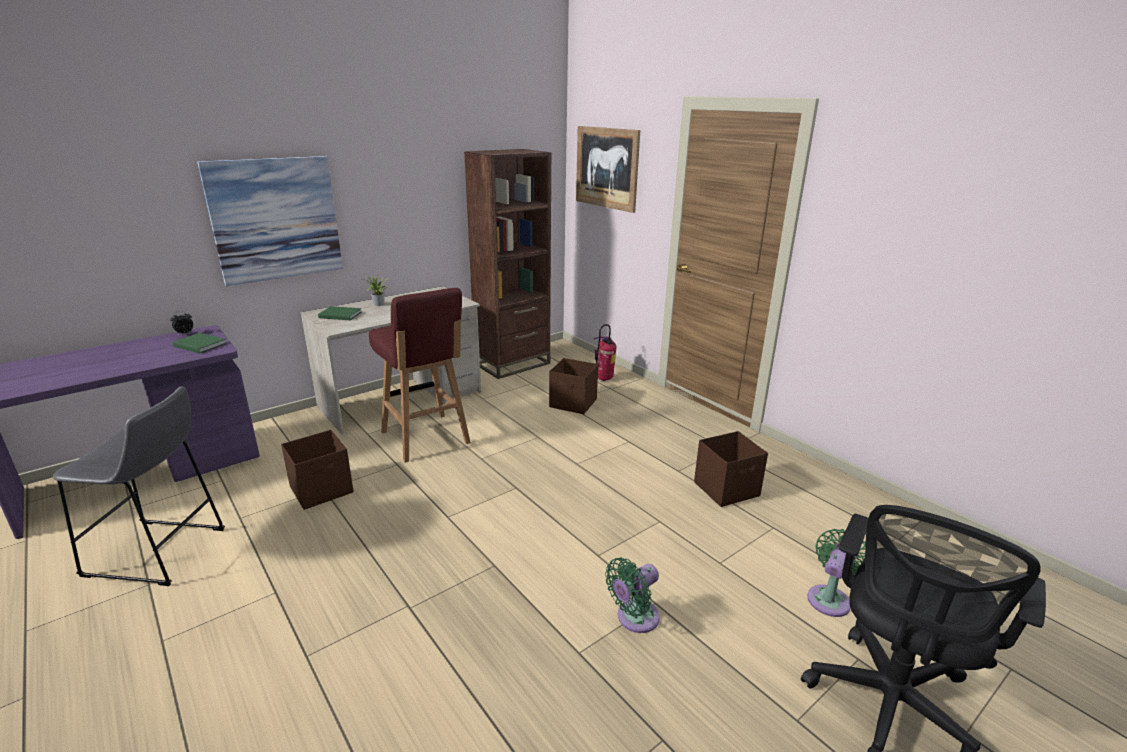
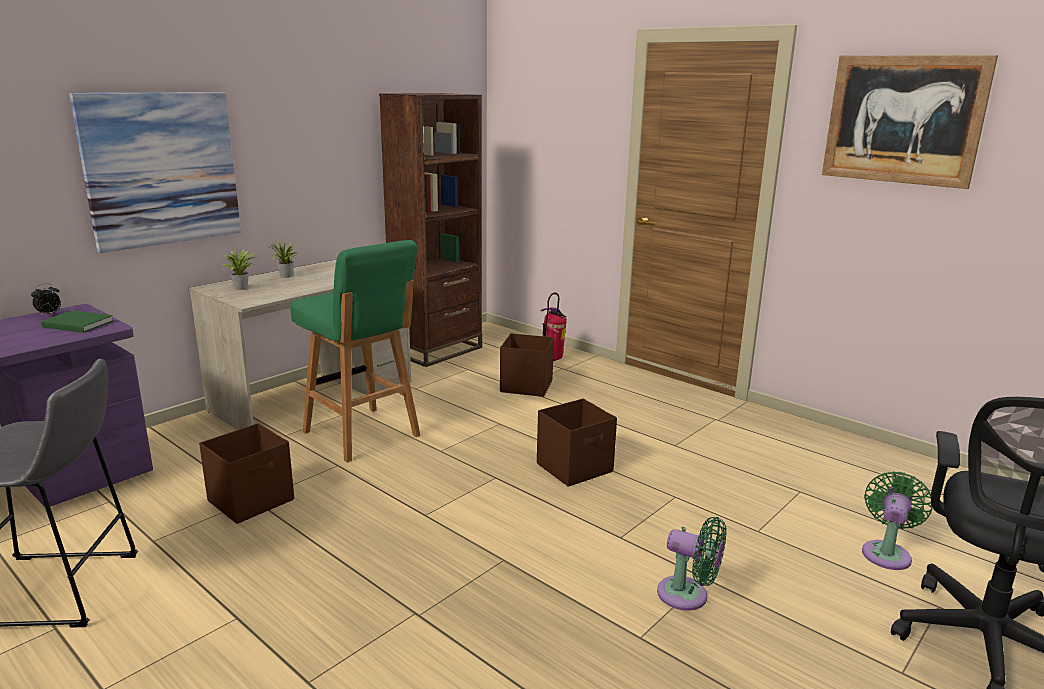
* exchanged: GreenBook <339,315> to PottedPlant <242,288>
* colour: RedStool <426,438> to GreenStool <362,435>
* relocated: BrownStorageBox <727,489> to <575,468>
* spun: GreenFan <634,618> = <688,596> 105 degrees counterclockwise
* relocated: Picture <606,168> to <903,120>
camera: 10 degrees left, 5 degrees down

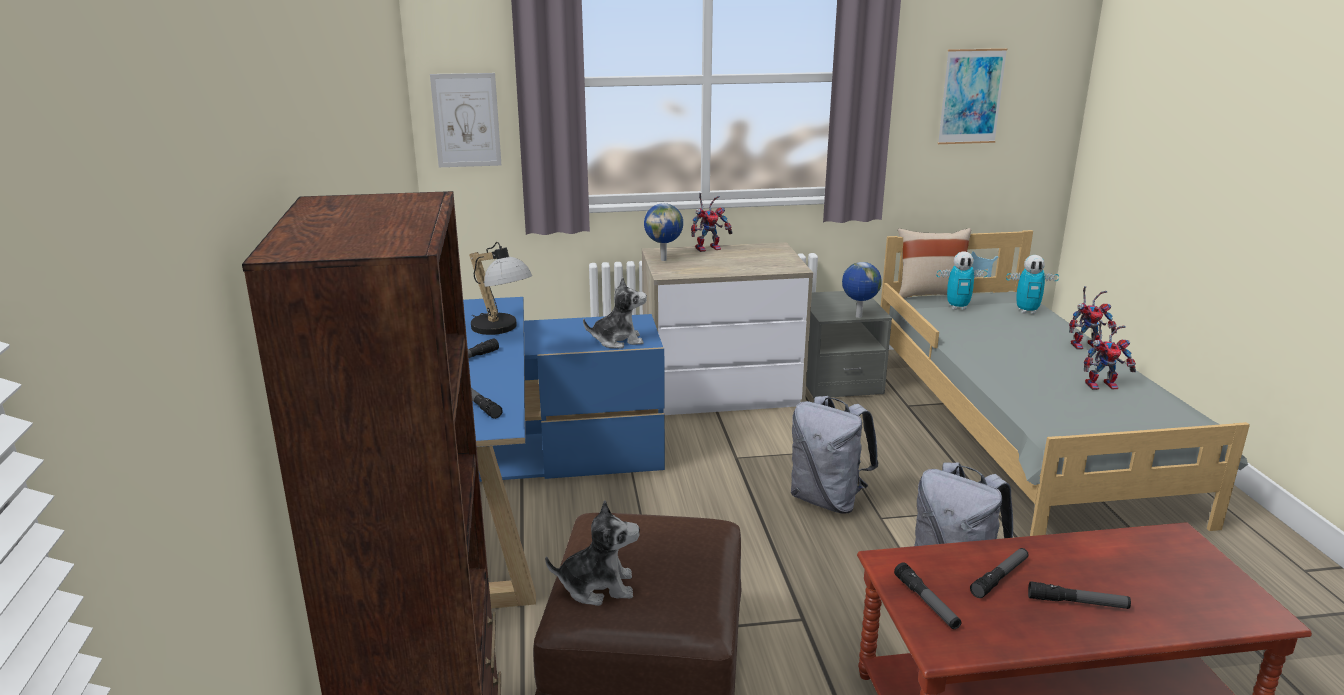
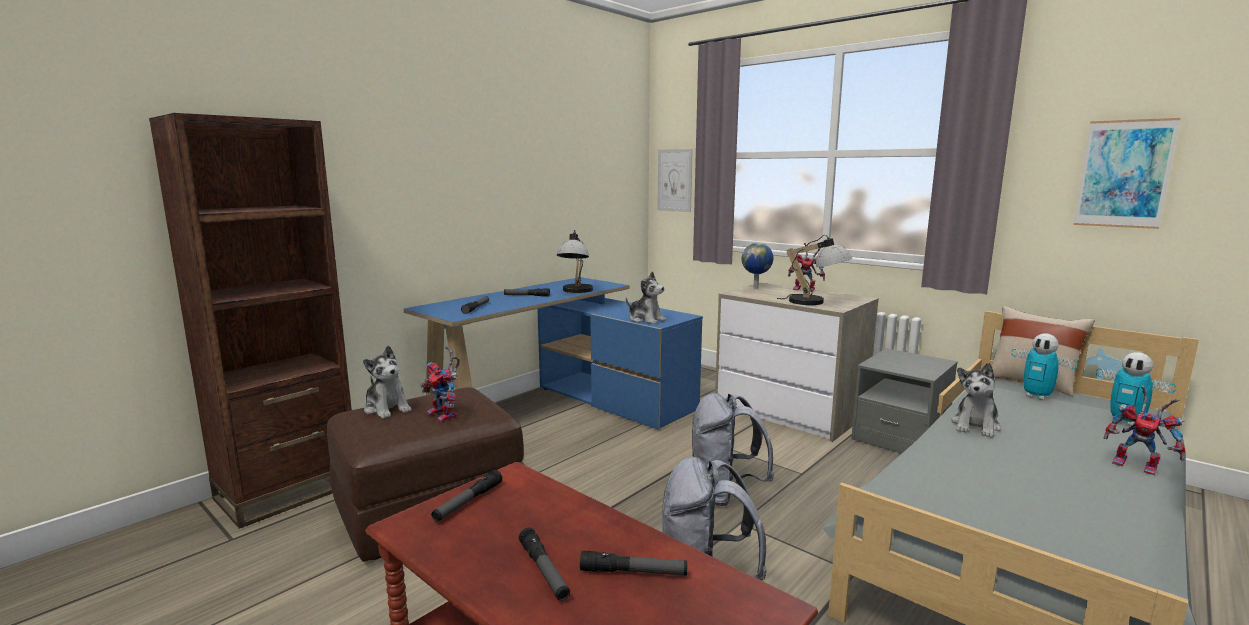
* relocated: ToyRobot <1102,384> to <446,415>
* relocated: Flashlight <1000,577> to <633,572>
* appeared: TableLamp <816,302>
* appeared: PlushToy <975,426>
* missing: Globe <858,316>
camera: 50 degrees right, 10 degrees down

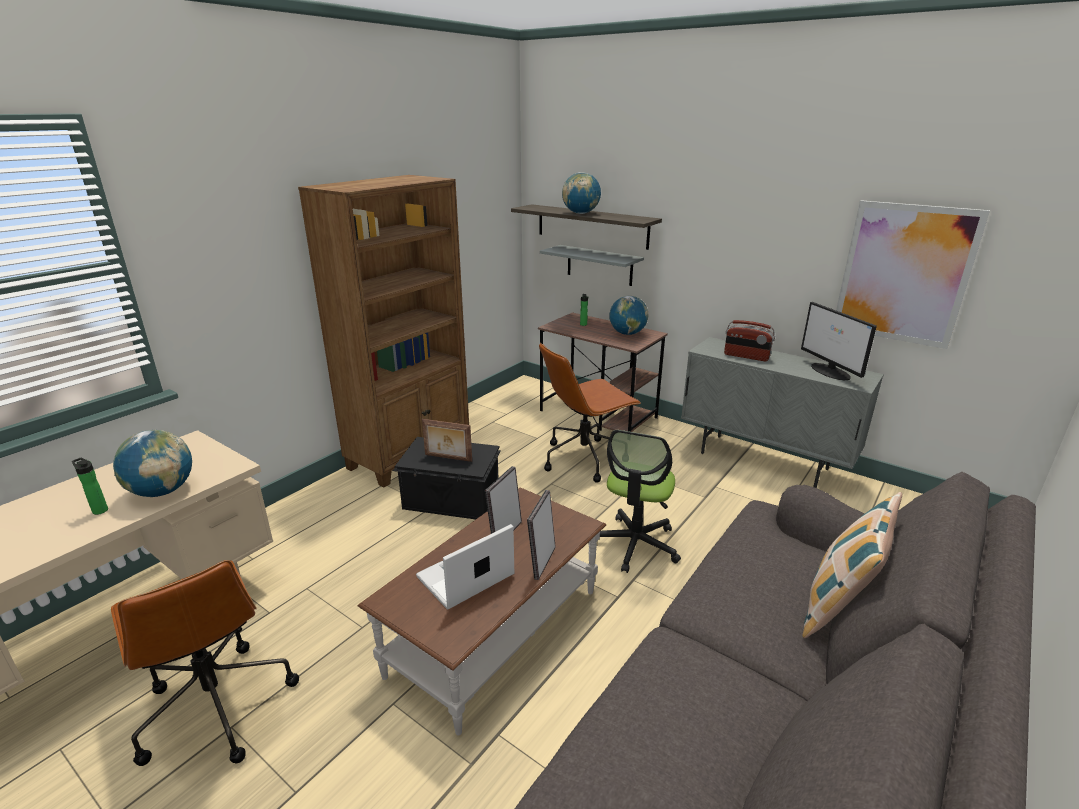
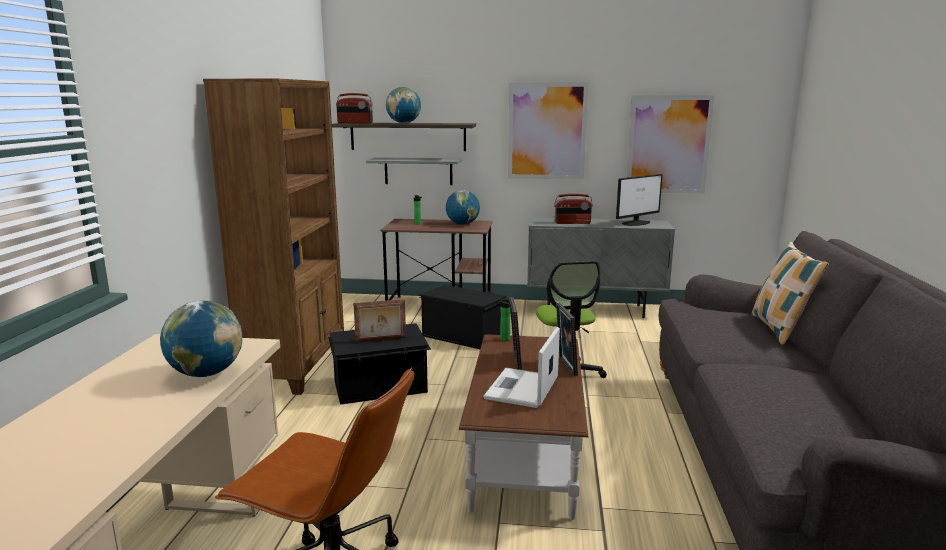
* appeared: Radio <355,123>
* exchanged: BrownOfficeChair <584,458> to BlackStorageBox <463,335>
* relocated: Bottle <99,510> to <503,339>
* appeared: Picture <547,131>
* spun: Monitor <830,372> = <636,223> 75 degrees counterclockwise
camera: 30 degrees left, 10 degrees down

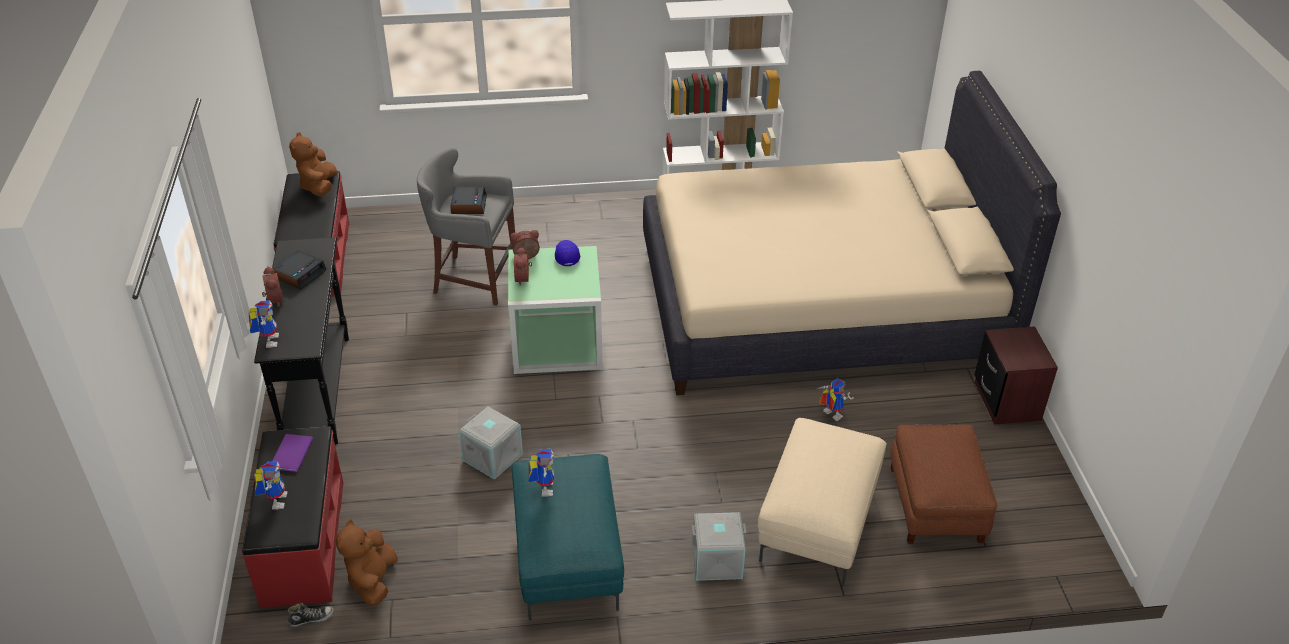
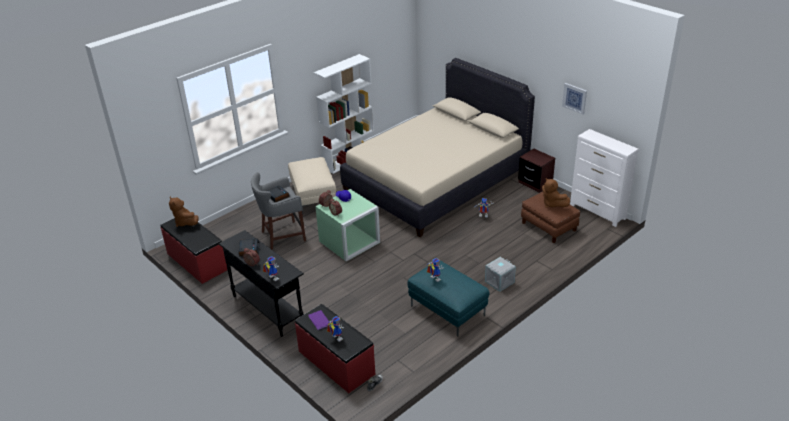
* relocated: BeigeOttoman <816,523> to <313,197>
* relocated: BrownPlushToy <372,580> to <552,204>
* appeared: Picture <574,98>
* appeared: WhiteDresser <597,212>
* missing: GreyStorageBox <493,457>
camera: 35 degrees left, 5 degrees down

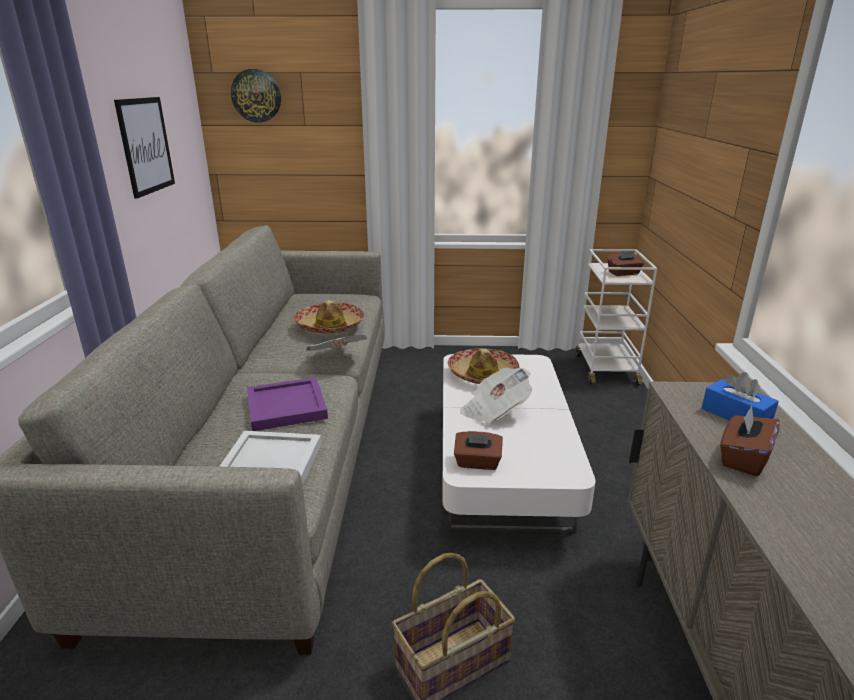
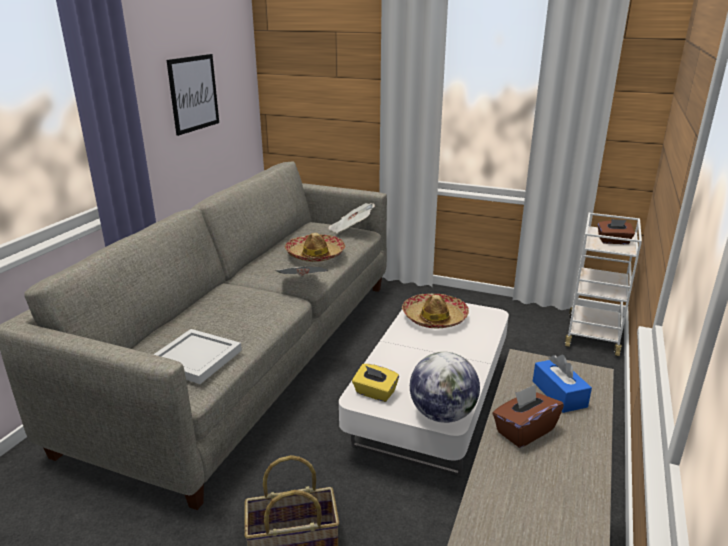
* relocated: Newspaper <494,411> to <350,229>
* colour: BrownTissueBox <477,463> to YellowTissueBox <375,393>
* appeared: Globe <442,414>
* missing: WallClock <256,96>
* missing: PurpleTray <285,407>
camera: 20 degrees right, 0 degrees up

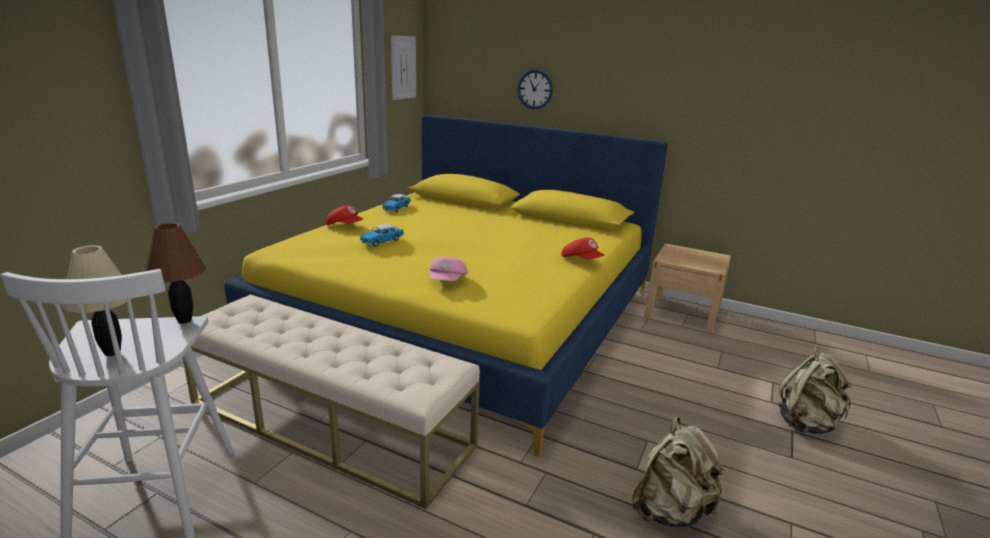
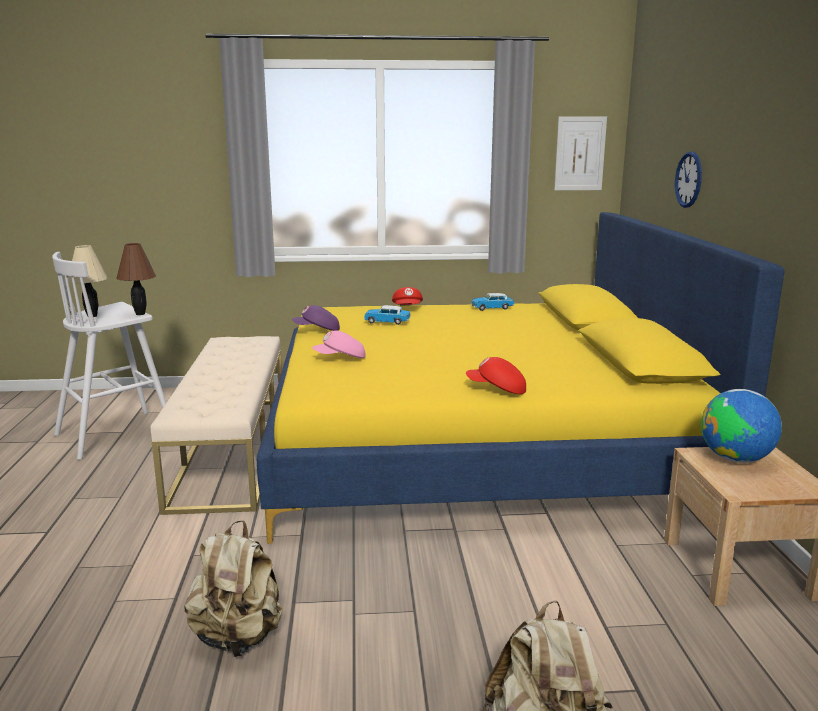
* appeared: PurpleCap <317,330>
* spun: RedCap <581,260> = <497,390> 90 degrees clockwise
* appeared: Globe <736,459>
camera: 60 degrees right, 5 degrees down

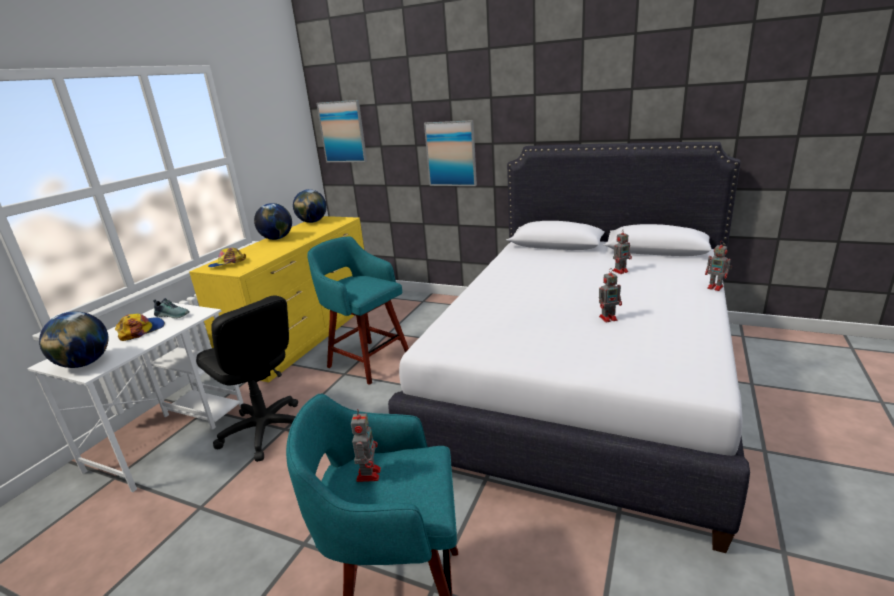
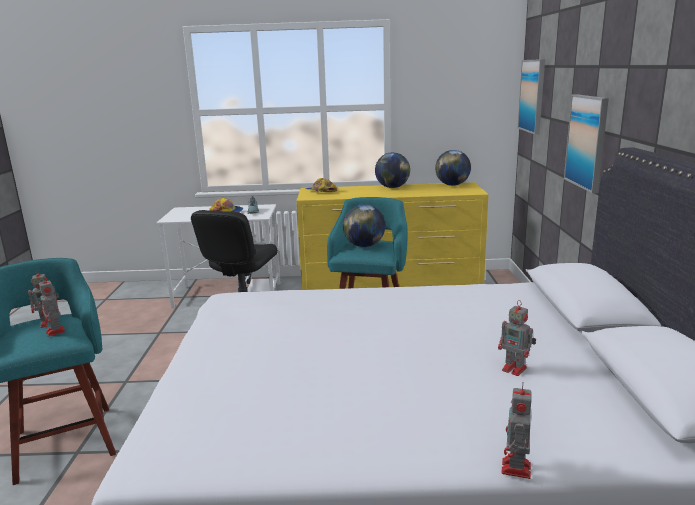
* relocated: ToyRobot <609,318> to <56,332>
* relocated: Globe <85,364> to <364,246>
camera: 65 degrees right, 5 degrees down

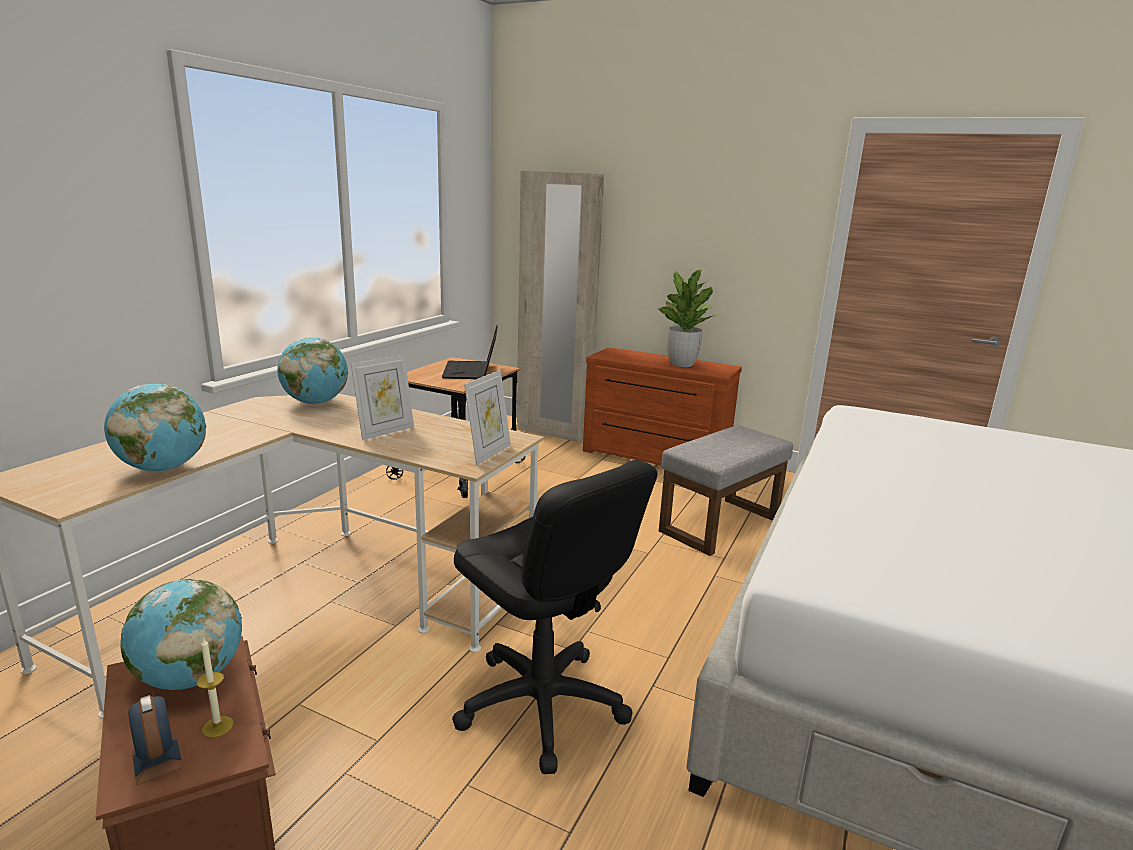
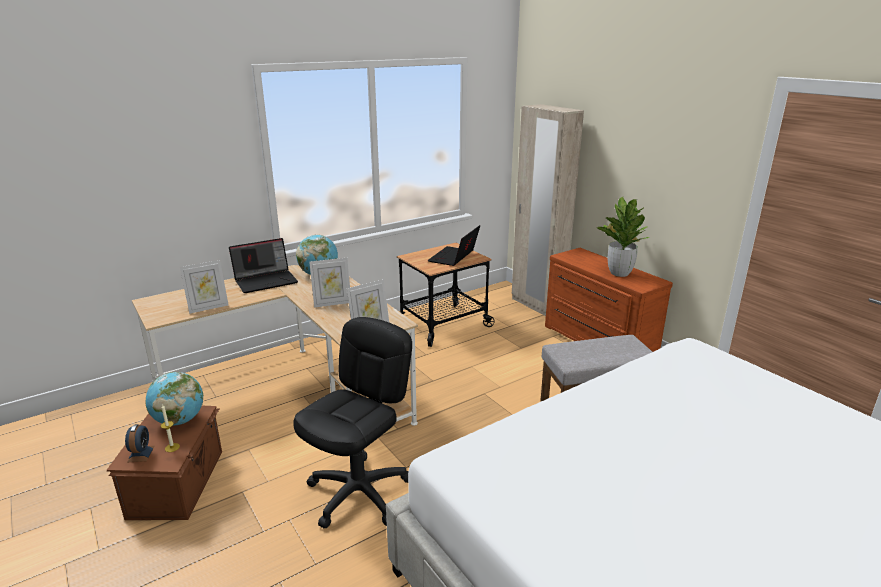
* exchanged: Globe <163,468> to PictureFrame <208,308>
* appeared: Laptop <266,280>
* spun: BlackOfficeChair <541,705> = <360,493> 135 degrees counterclockwise
camera: 30 degrees right, 5 degrees up

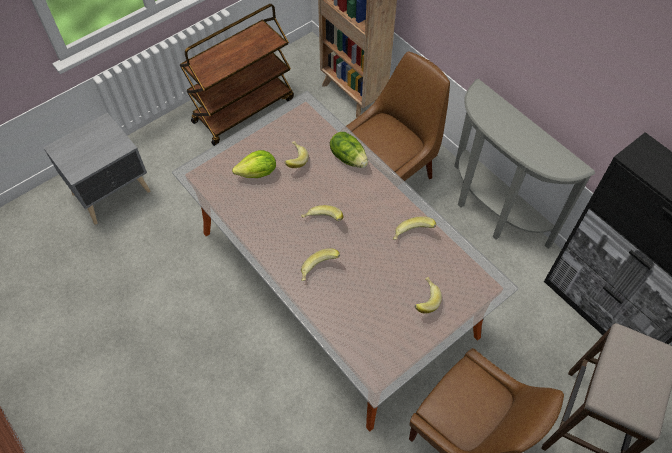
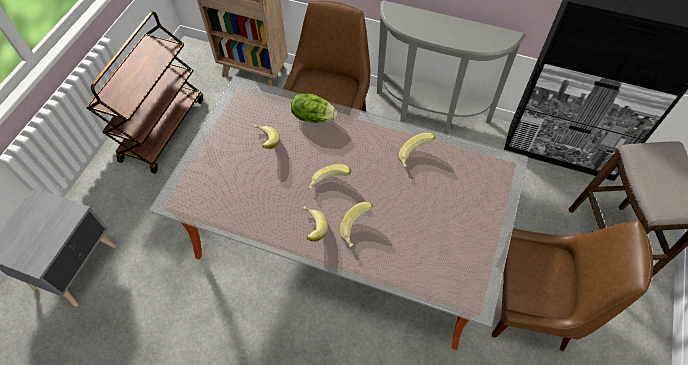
* relocated: Banana <424,300> to <311,228>
* missing: Lettuce <258,173>
camera: 30 degrees left, 0 degrees up

